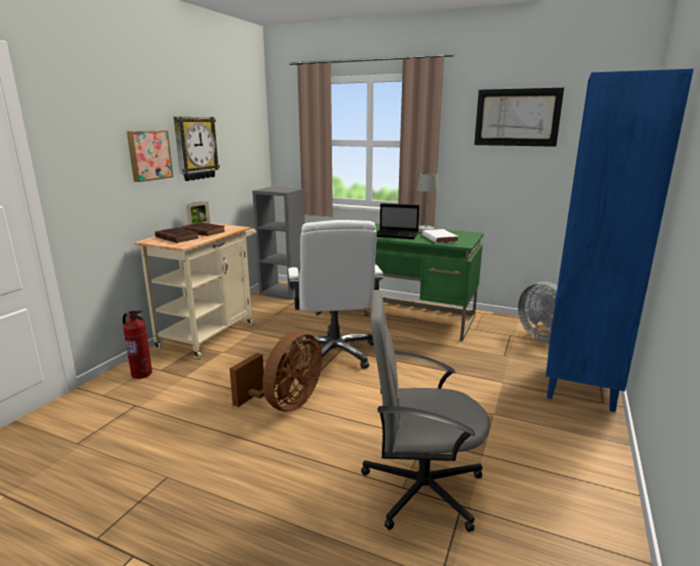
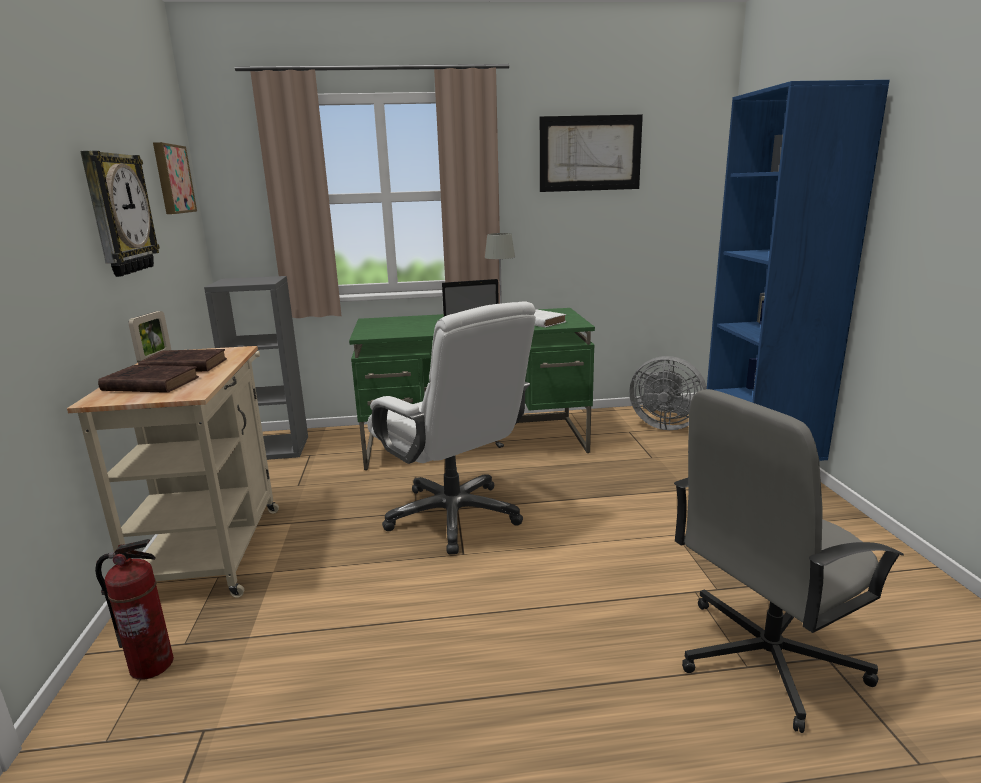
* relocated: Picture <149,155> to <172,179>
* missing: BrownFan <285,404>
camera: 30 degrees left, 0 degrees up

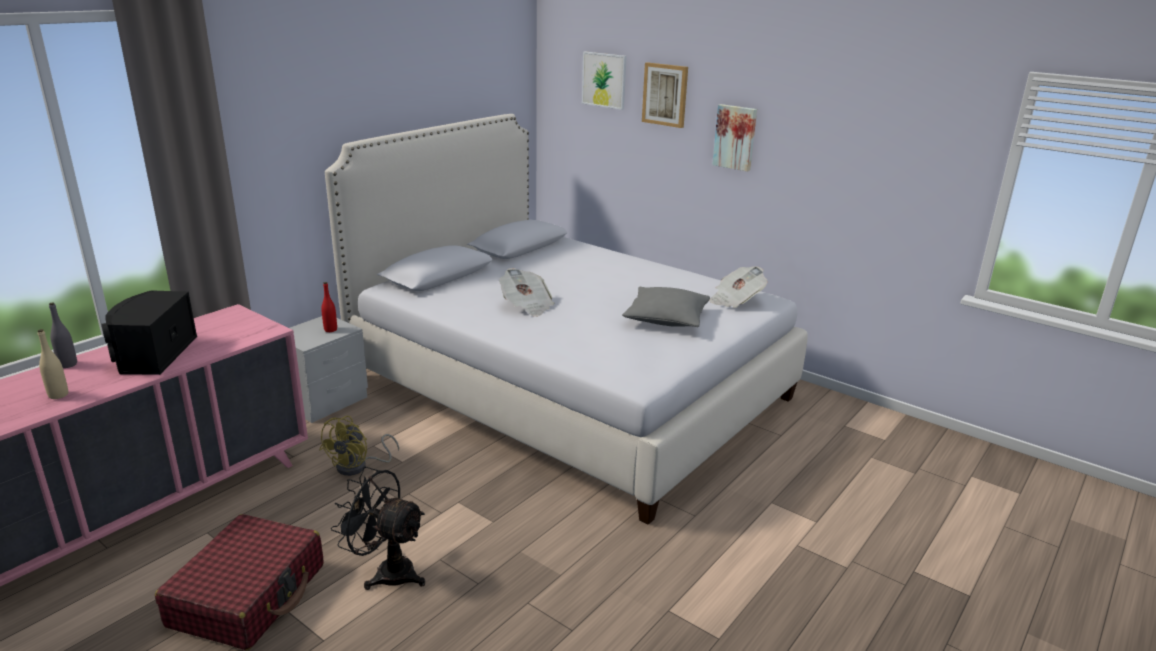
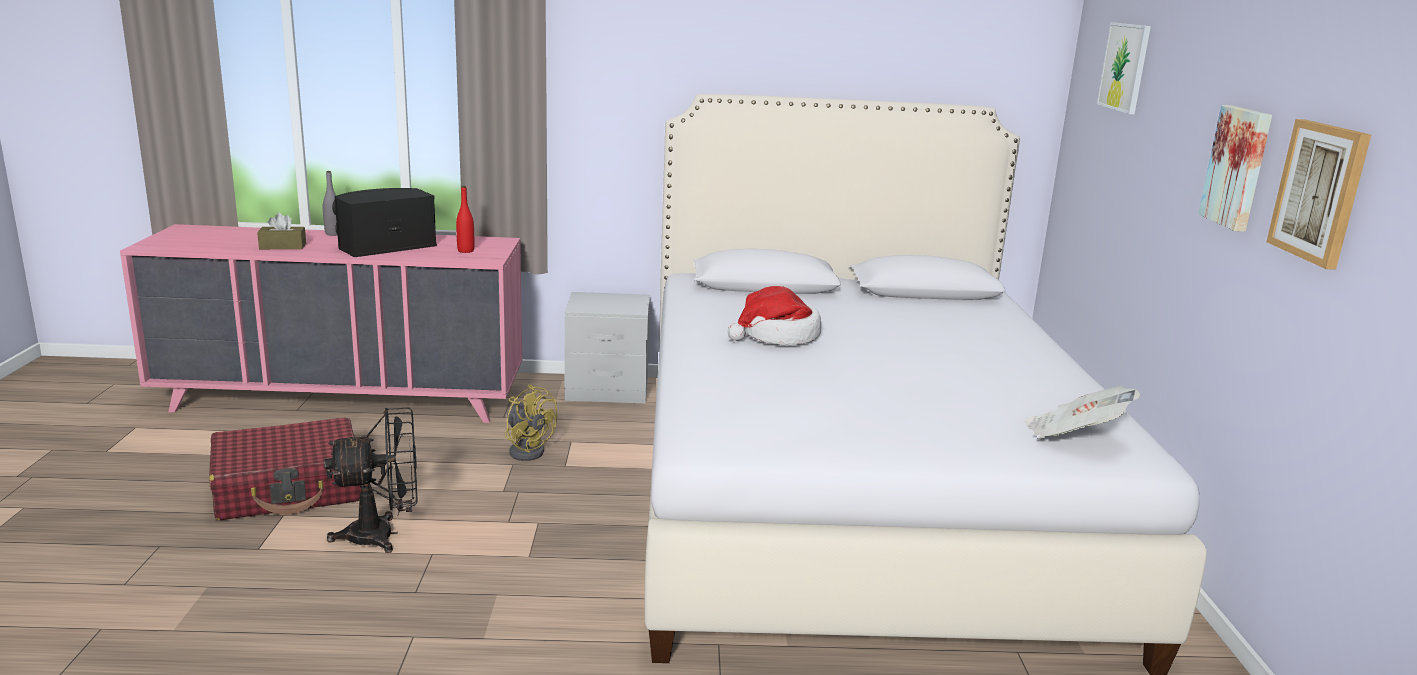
* exchanged: BeigeBottle <58,395> to BrownTissueBox <283,246>
* spun: BlackFan <387,572> = <383,535> 90 degrees clockwise
* relocated: RedBottle <330,330> to <466,251>
* spun: YellowFan <358,466> = <528,450> 120 degrees counterclockwise
* exchanged: Newspaper <527,306> to Hat <778,336>
* relocated: Picture <665,94> to <1320,192>
* missing: GreyPillow <666,319>
camera: 50 degrees right, 5 degrees down

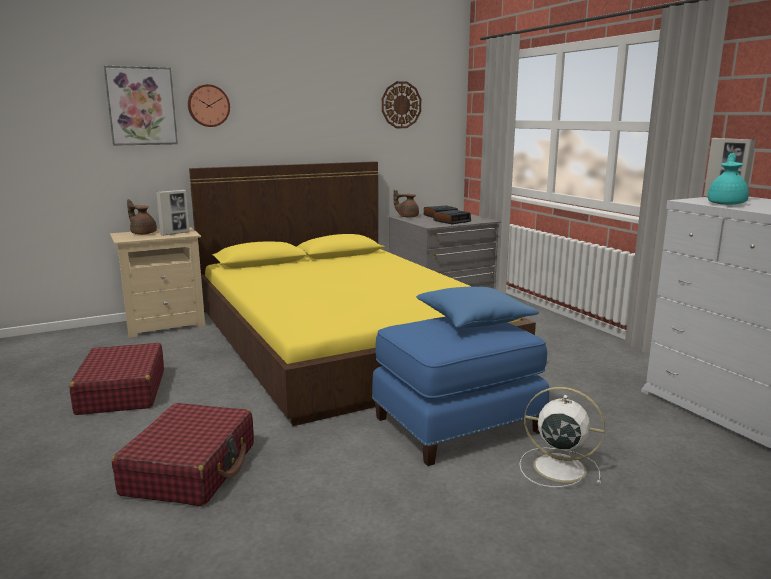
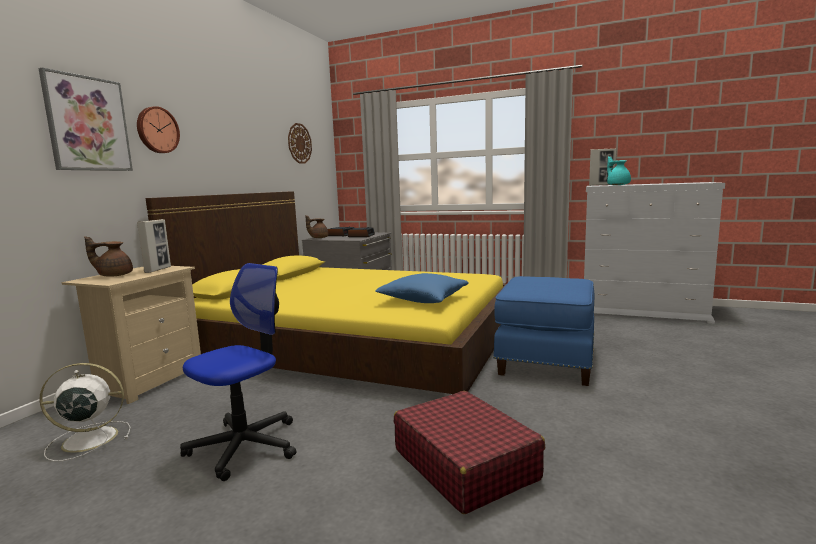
* relocated: WhiteFan <557,467> to <87,440>
* exchanged: RedSuitcase <122,392> to OfficeChair <245,446>
* relocated: BluePillow <474,321> to <423,300>
camera: 40 degrees left, 5 degrees down

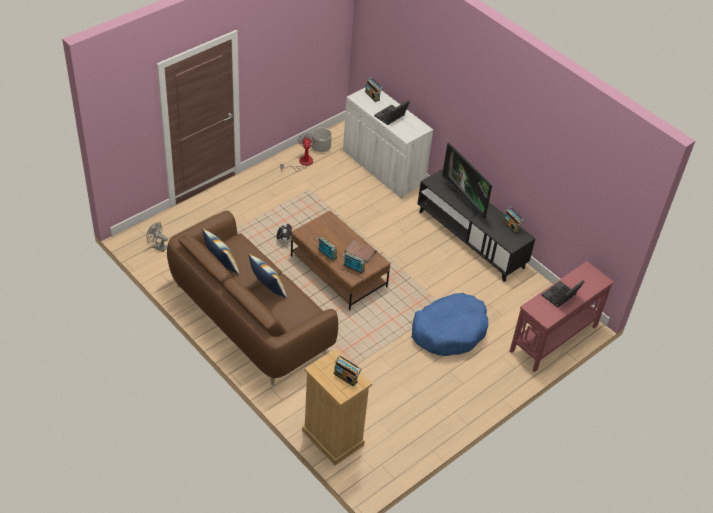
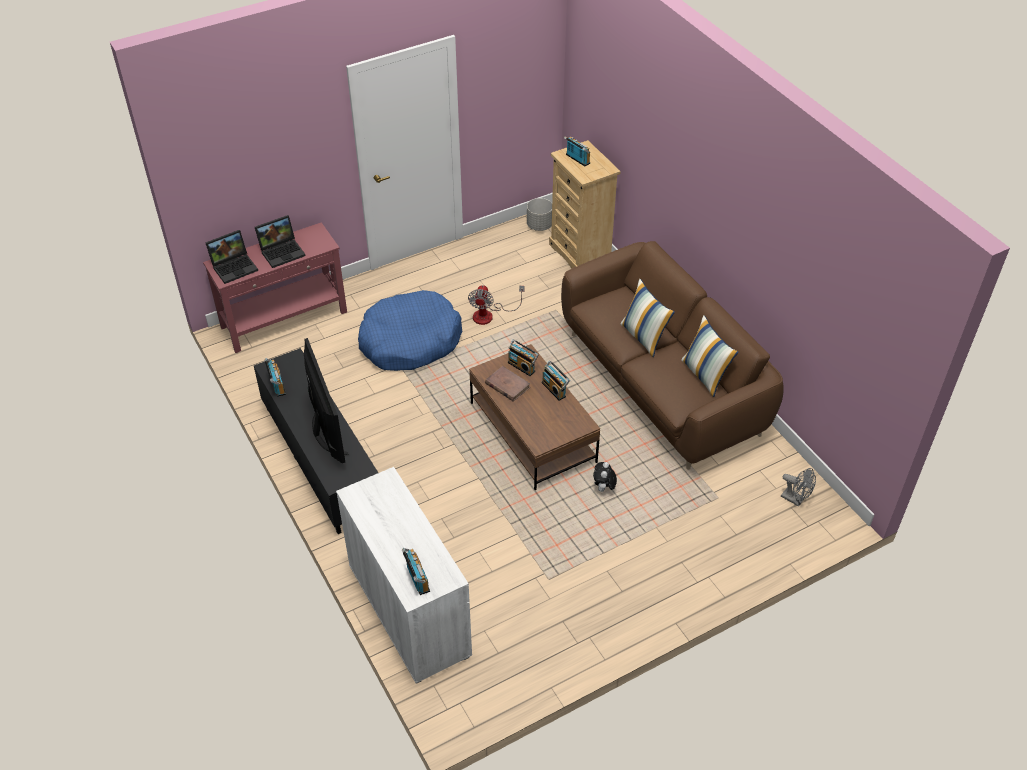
* relocated: Laptop <391,117> to <235,266>
* relocated: Fan <301,163> to <489,315>
* relocated: GreyPlanter <321,148> to <539,225>
camera: 165 degrees left, 0 degrees up

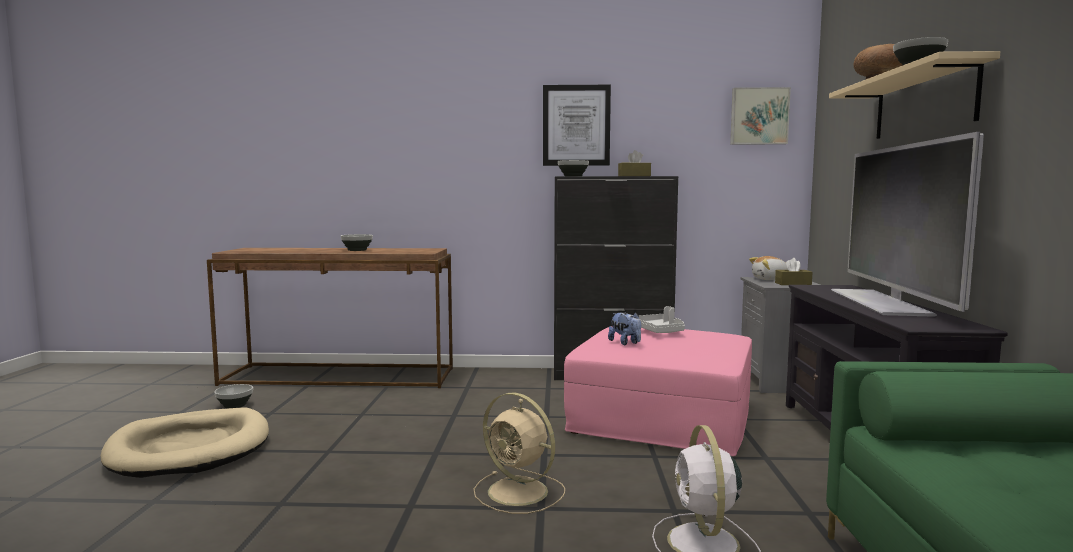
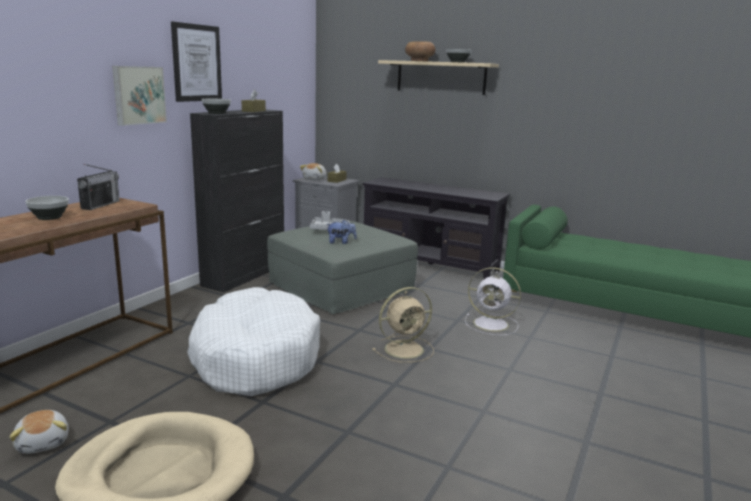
* exchanged: Bowl <235,405> to PlushToy <44,442>
* appeared: Radio <100,205>
* relocated: Picture <759,116> to <138,95>
* appeared: WhiteDogBed <255,357>
* colour: PinkOttoman <662,417> to GreyOttoman <341,286>
* missing: Television <880,302>
camera: 65 degrees left, 10 degrees up

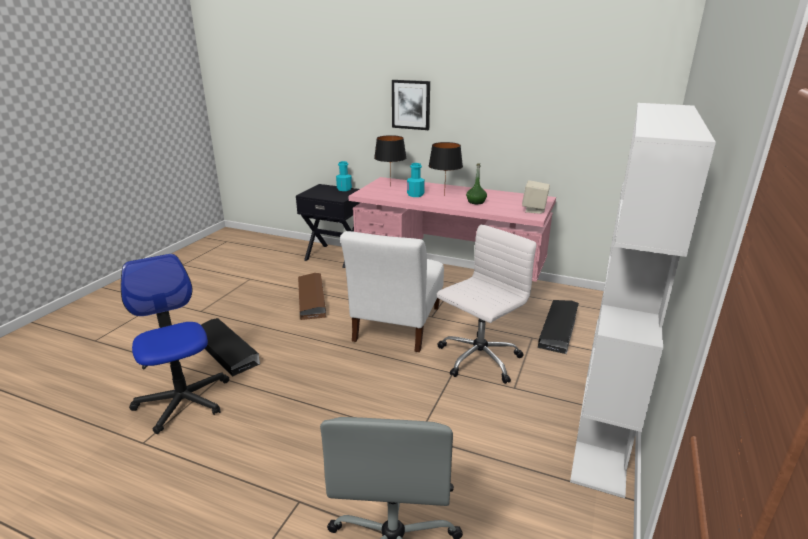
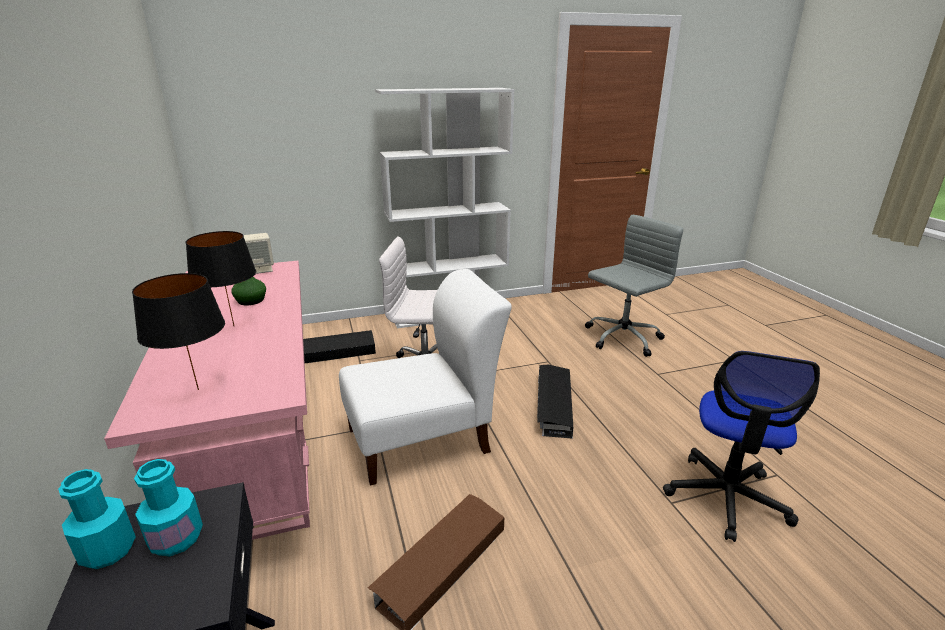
* relocated: TurquoiseBottle <415,195> to <176,538>
* relocated: BlackStorageBox <226,350> to <553,405>
* missing: Picture <411,104>
camera: 130 degrees left, 0 degrees up

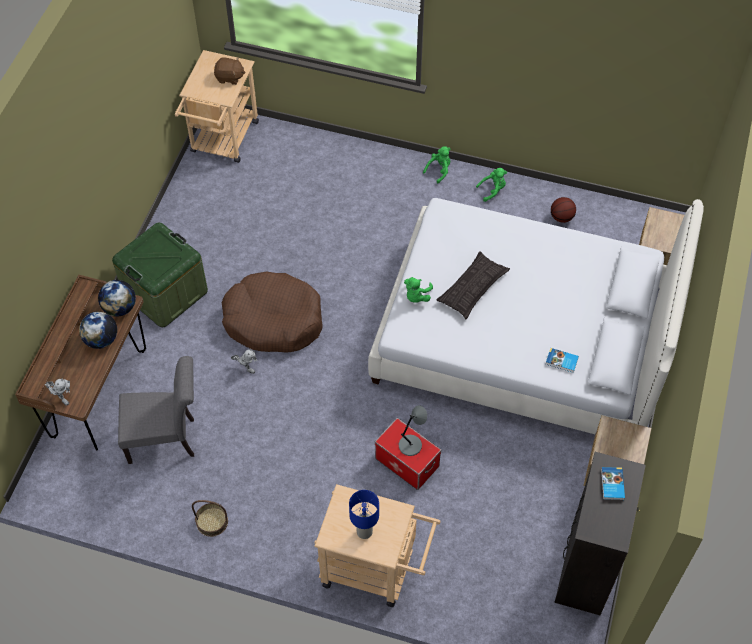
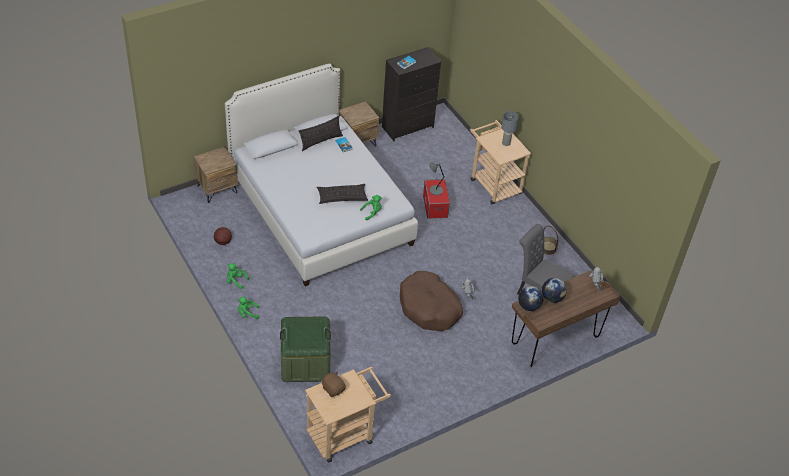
* relocated: GreenStorageBox <165,292> to <305,363>
* appeared: Pillow <321,141>
* colour: BlueTableLamp <364,532> to GreyTableLamp <506,143>
camera: 140 degrees left, 10 degrees down

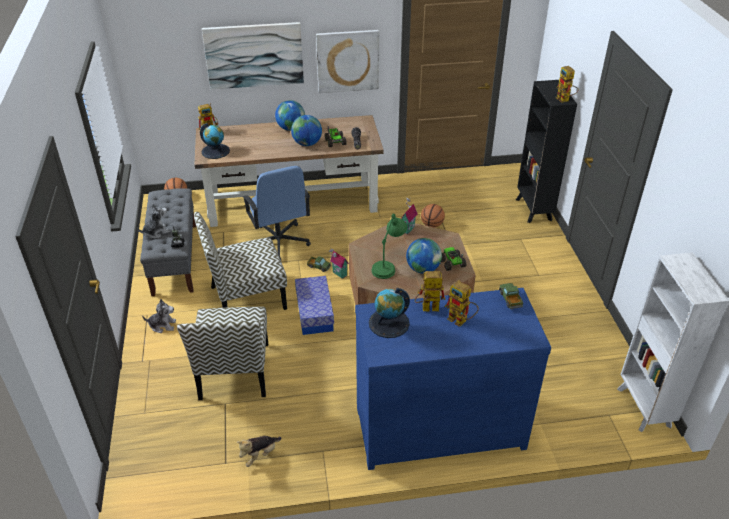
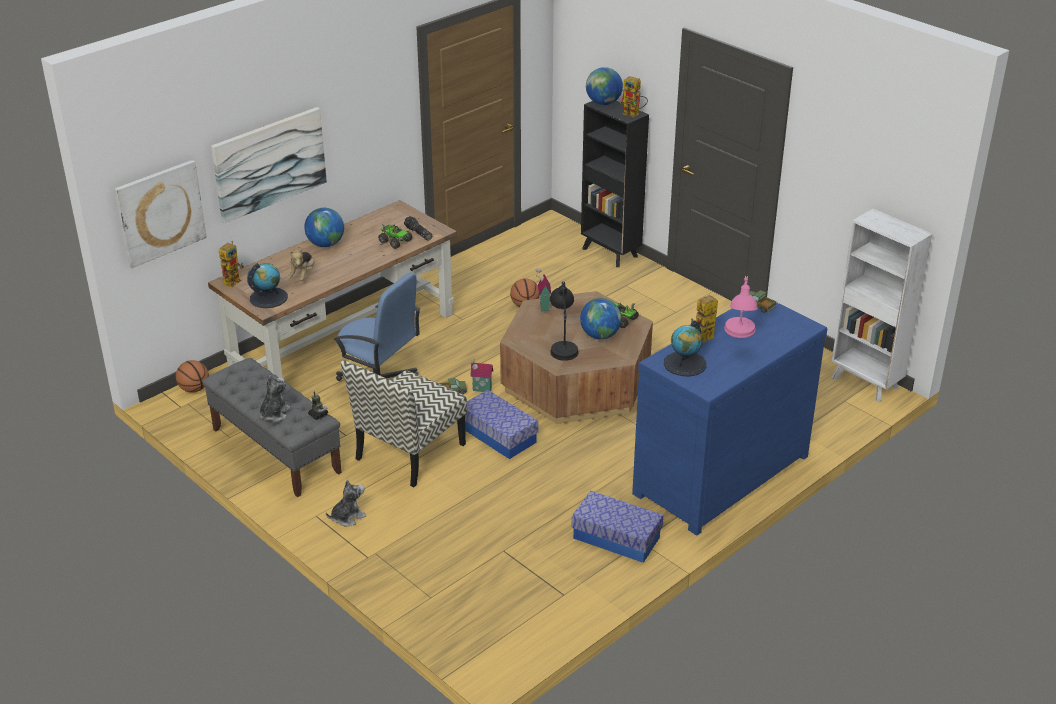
* relocated: Picture <347,61> to <160,212>
* relocated: PlushToy <259,455> to <303,275>
* colour: GreenTableLamp <388,264> to BlackTableLamp <562,345>
* appeared: StorageBox <616,538>
* relocated: Globe <307,144> to <603,103>
* exchanged: ToyRobot <461,320> to PinkTableLamp <739,337>
* missing: Chair <234,372>
camera: 35 degrees left, 5 degrees down

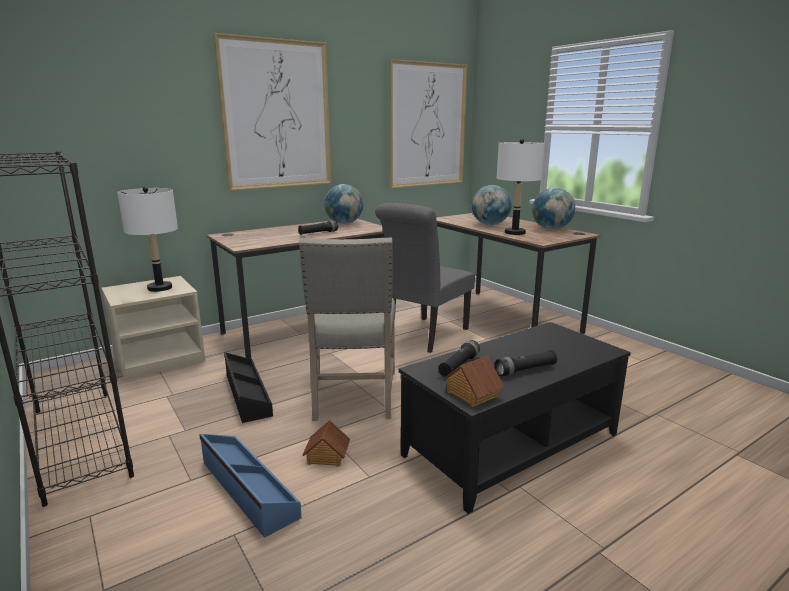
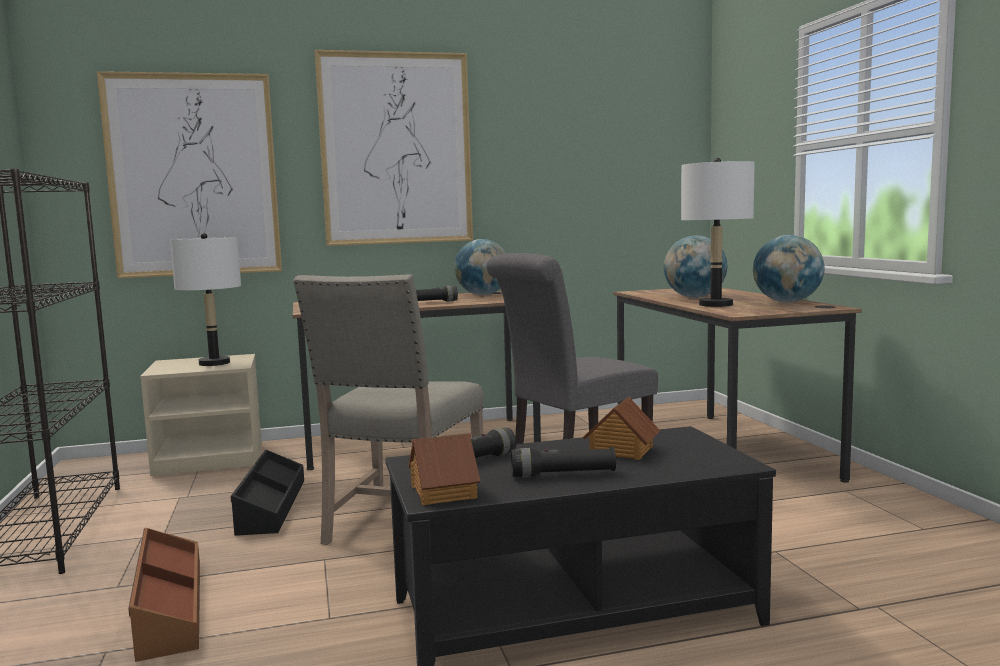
* relocated: Picture <427,125> to <194,175>
* colour: BlueStorageBox <247,489> to BrownStorageBox <168,606>
* relocated: ToyHouse <326,456> to <621,450>
camera: 20 degrees right, 10 degrees down

